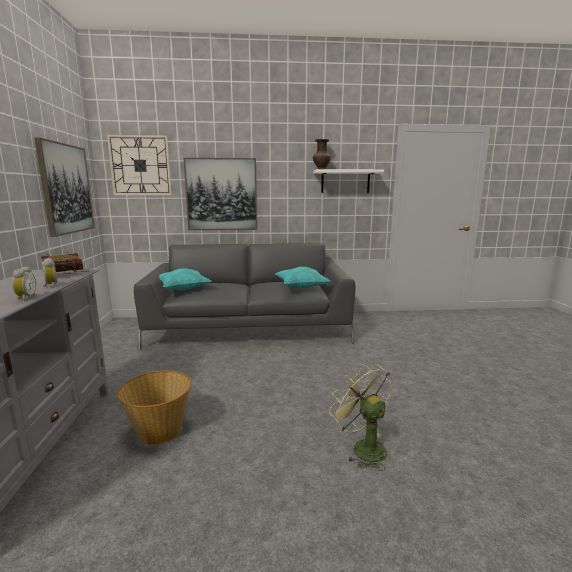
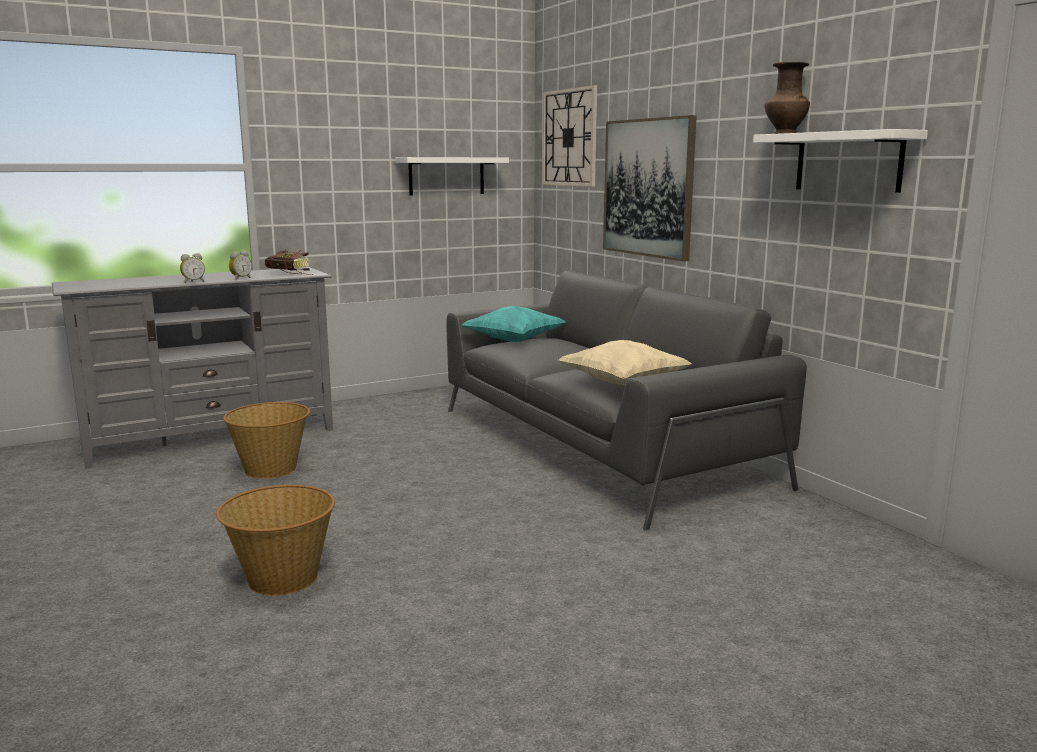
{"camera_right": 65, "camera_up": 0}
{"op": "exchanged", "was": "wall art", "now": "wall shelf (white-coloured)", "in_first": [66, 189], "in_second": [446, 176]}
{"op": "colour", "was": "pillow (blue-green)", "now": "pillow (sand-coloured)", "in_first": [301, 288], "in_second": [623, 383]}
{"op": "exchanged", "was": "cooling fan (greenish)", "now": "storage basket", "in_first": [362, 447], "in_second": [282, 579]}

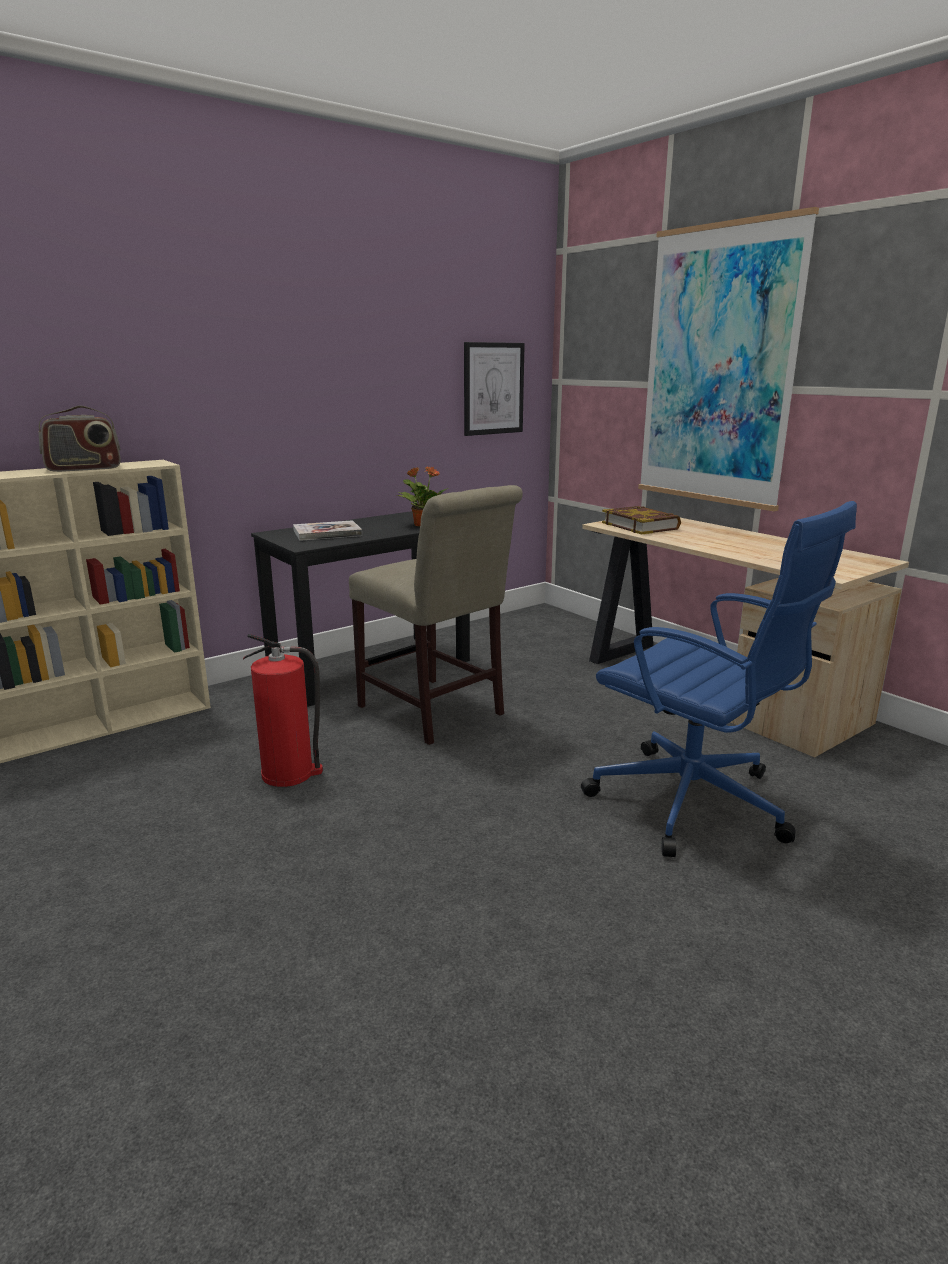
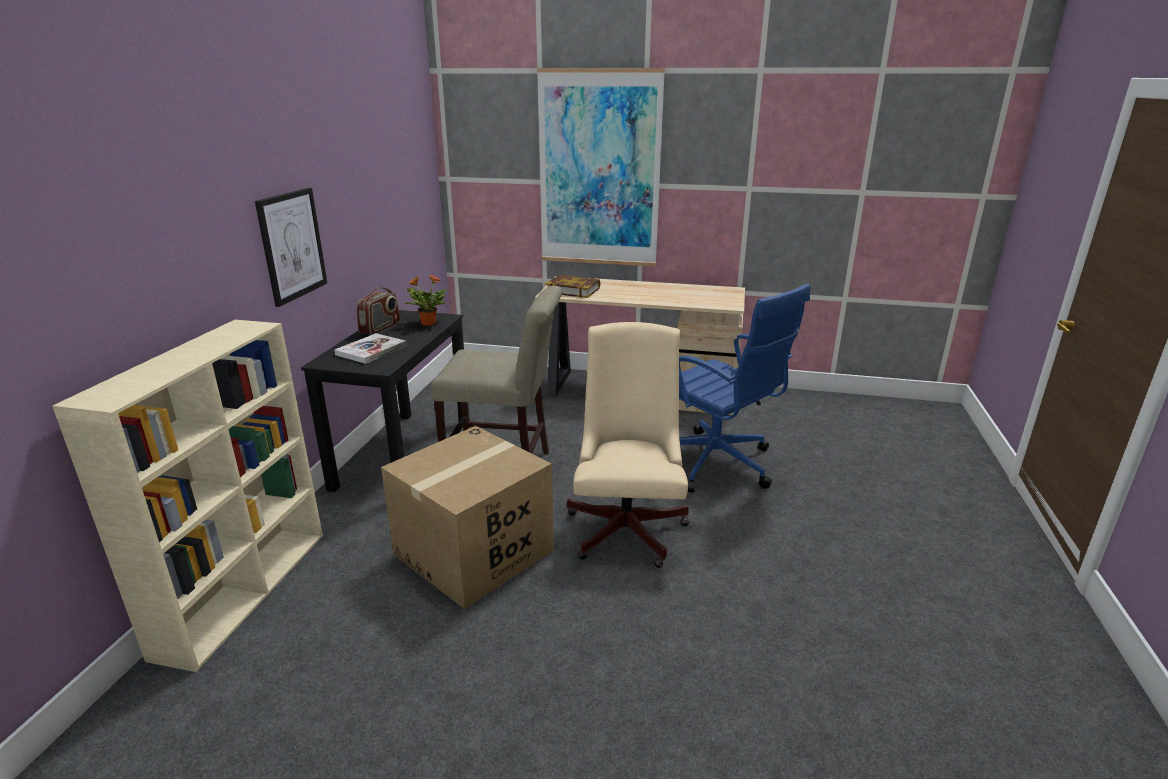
{"camera_right": -40, "camera_up": 5}
{"op": "relocated", "was": "radio", "in_first": [84, 469], "in_second": [380, 328]}
{"op": "exchanged", "was": "extinguisher", "now": "cardboard box", "in_first": [289, 773], "in_second": [474, 553]}
{"op": "relocated", "was": "wall art", "in_first": [493, 388], "in_second": [292, 245]}
{"op": "spun", "was": "computer chair (blue)", "in_first": [695, 804], "in_second": [717, 464], "clockwise": 45}
{"op": "appeared", "now": "computer chair (sand-coloured)", "in_second": [628, 525]}

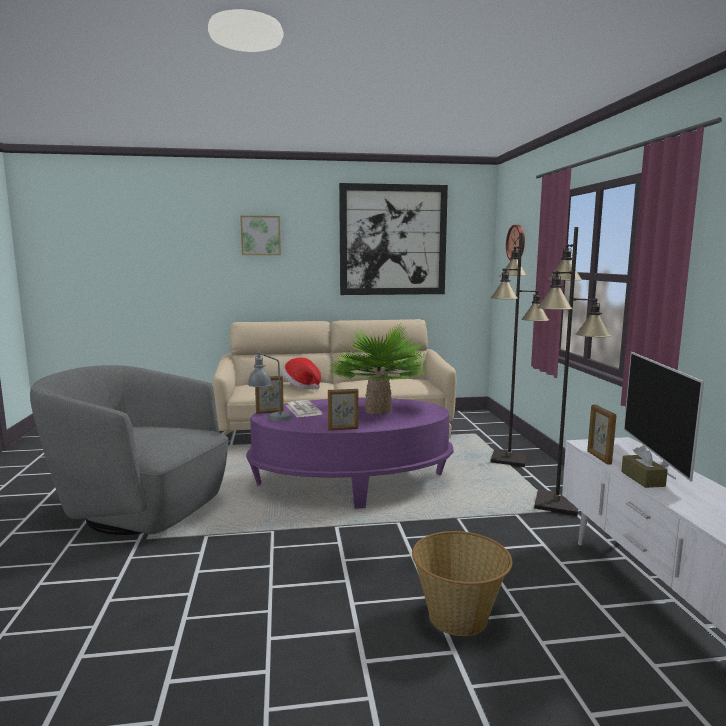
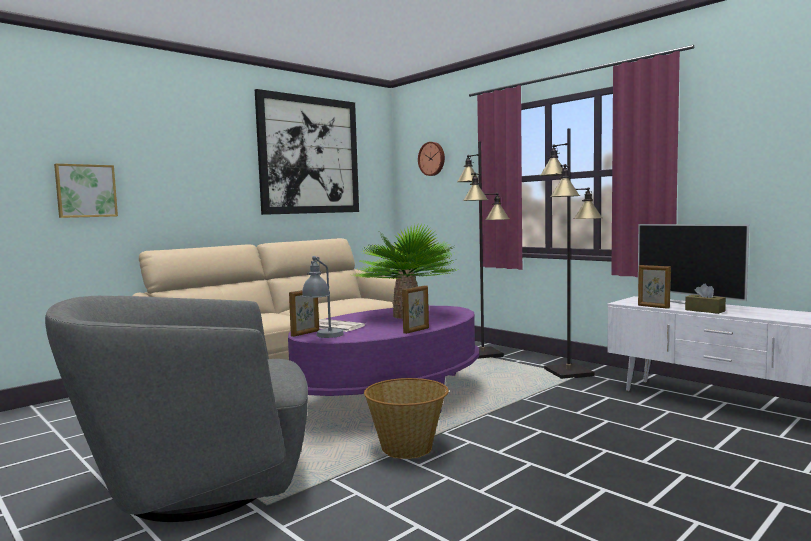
{"camera_right": -35, "camera_up": -5}
{"op": "relocated", "was": "wall art", "in_first": [261, 235], "in_second": [86, 191]}
{"op": "missing", "was": "hat", "in_first": [302, 386]}
{"op": "relocated", "was": "storage basket", "in_first": [459, 617], "in_second": [407, 448]}

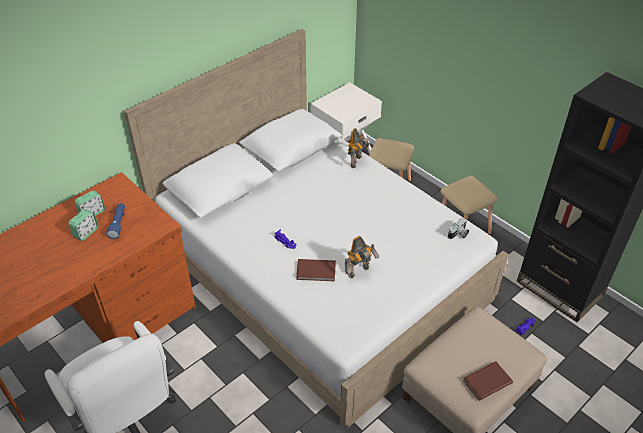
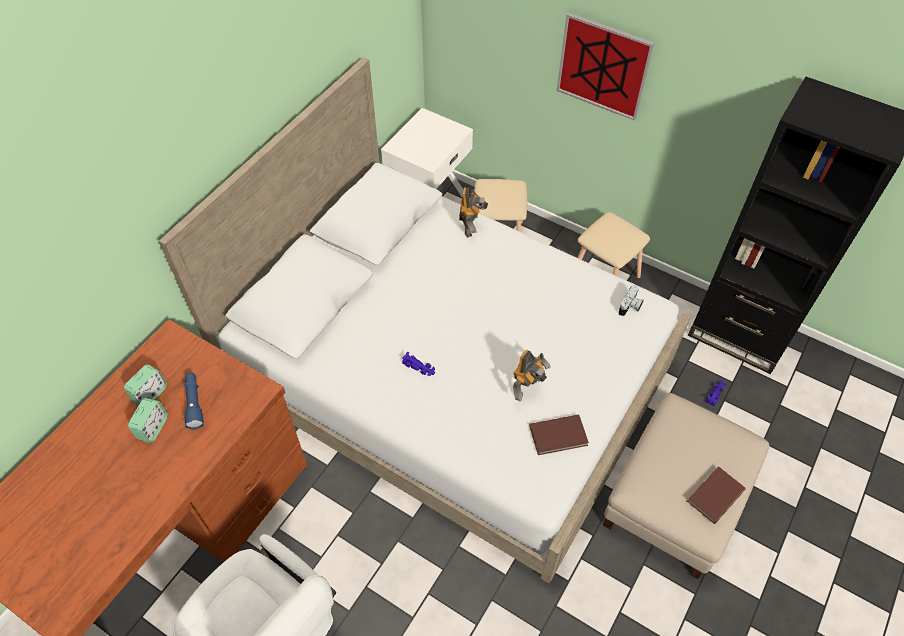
{"camera_right": -15, "camera_up": 10}
{"op": "relocated", "was": "book (brownish)", "in_first": [316, 272], "in_second": [559, 436]}
{"op": "appeared", "now": "wall art", "in_second": [603, 66]}

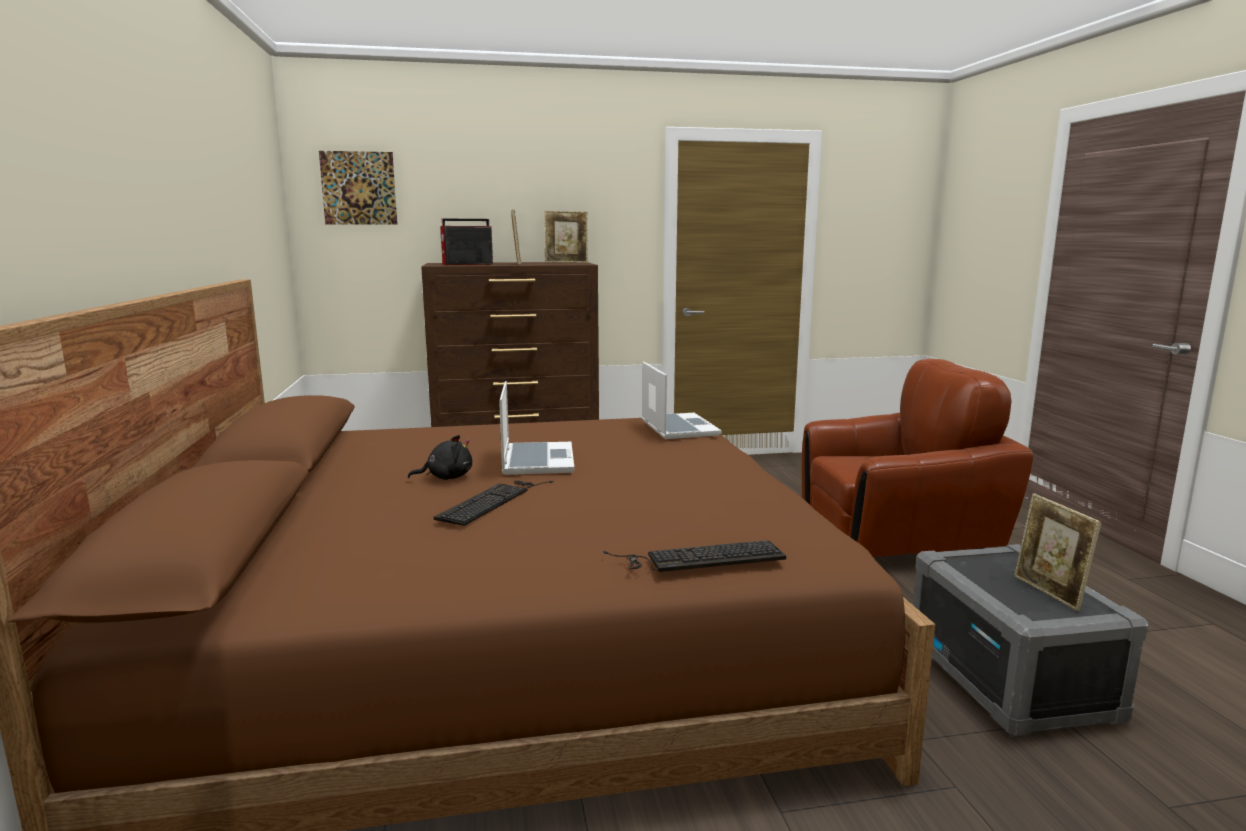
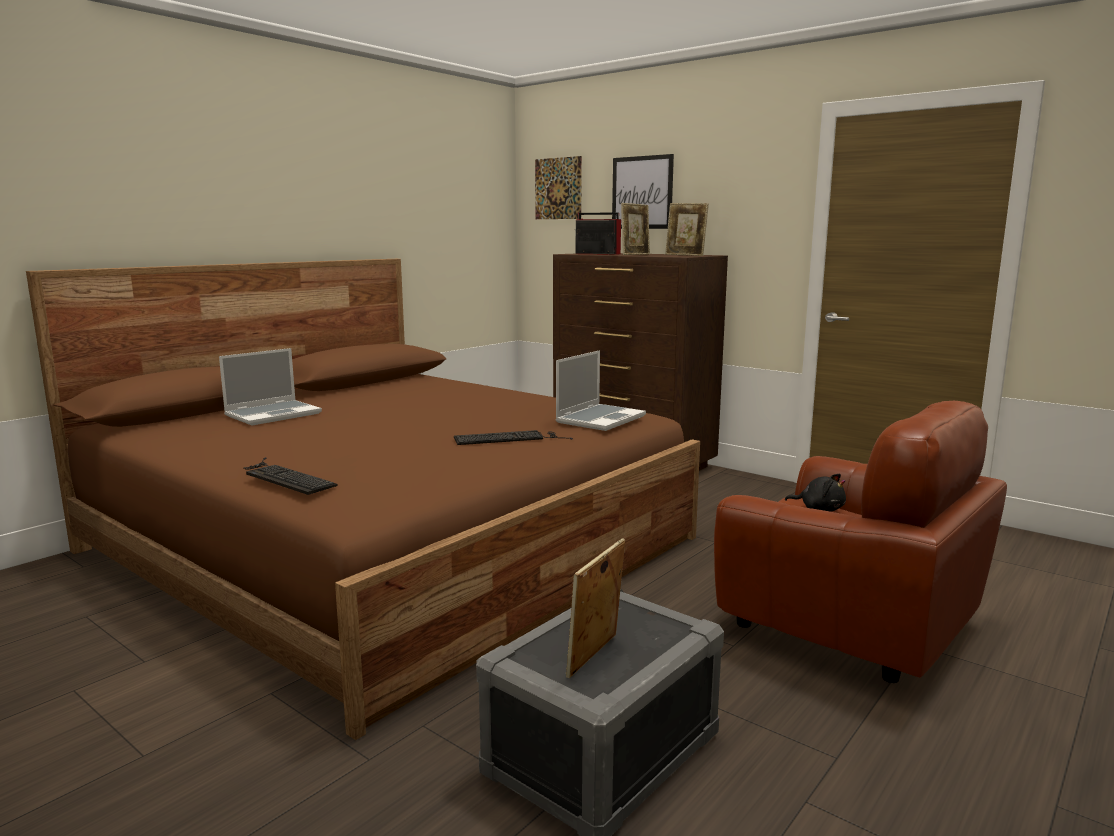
{"camera_right": 50, "camera_up": 0}
{"op": "relocated", "was": "soft toy (black-coloured)", "in_first": [446, 478], "in_second": [819, 509]}
{"op": "relocated", "was": "computer keyboard", "in_first": [493, 500], "in_second": [509, 438]}
{"op": "relocated", "was": "notebook computer", "in_first": [536, 460], "in_second": [274, 414]}
{"op": "appeared", "now": "wall art", "in_second": [642, 192]}

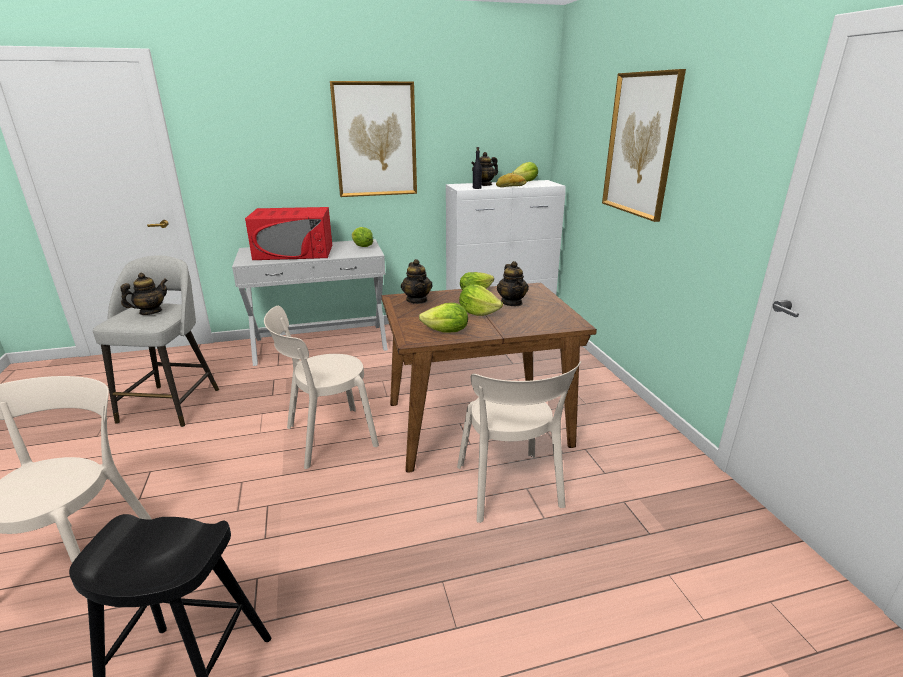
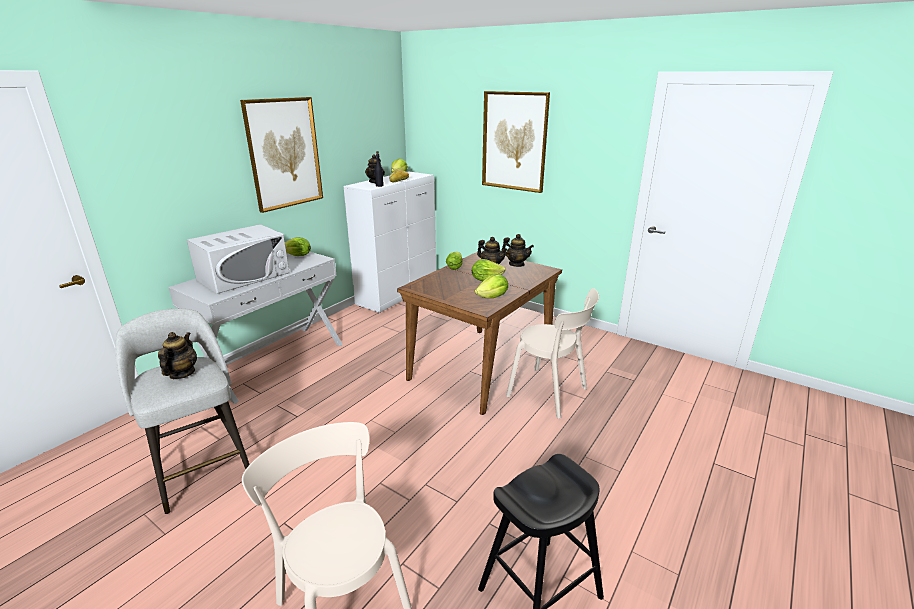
{"camera_right": -40, "camera_up": 0}
{"op": "colour", "was": "microwave (reddish)", "now": "microwave (white-coloured)", "in_first": [294, 252], "in_second": [244, 276]}
{"op": "missing", "was": "chair (sand-coloured)", "in_first": [326, 438]}
{"op": "relocated", "was": "teapot", "in_first": [417, 300], "in_second": [516, 264]}

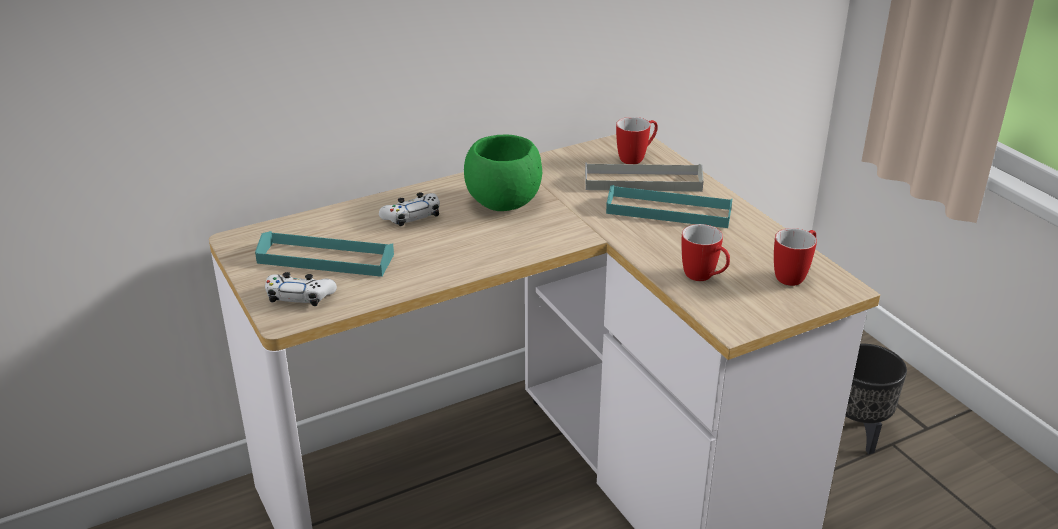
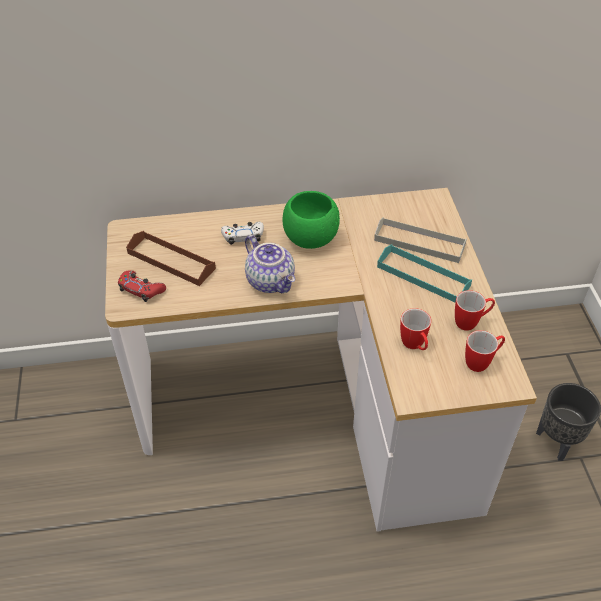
{"camera_right": 20, "camera_up": 15}
{"op": "colour", "was": "serving tray (blue-green)", "now": "serving tray (brownish)", "in_first": [325, 259], "in_second": [171, 261]}
{"op": "colour", "was": "joypad (white-coloured)", "now": "joypad (reddish)", "in_first": [300, 296], "in_second": [141, 289]}
{"op": "relocated", "was": "tea mug", "in_first": [636, 158], "in_second": [471, 322]}
{"op": "appeared", "now": "teapot", "in_second": [271, 281]}

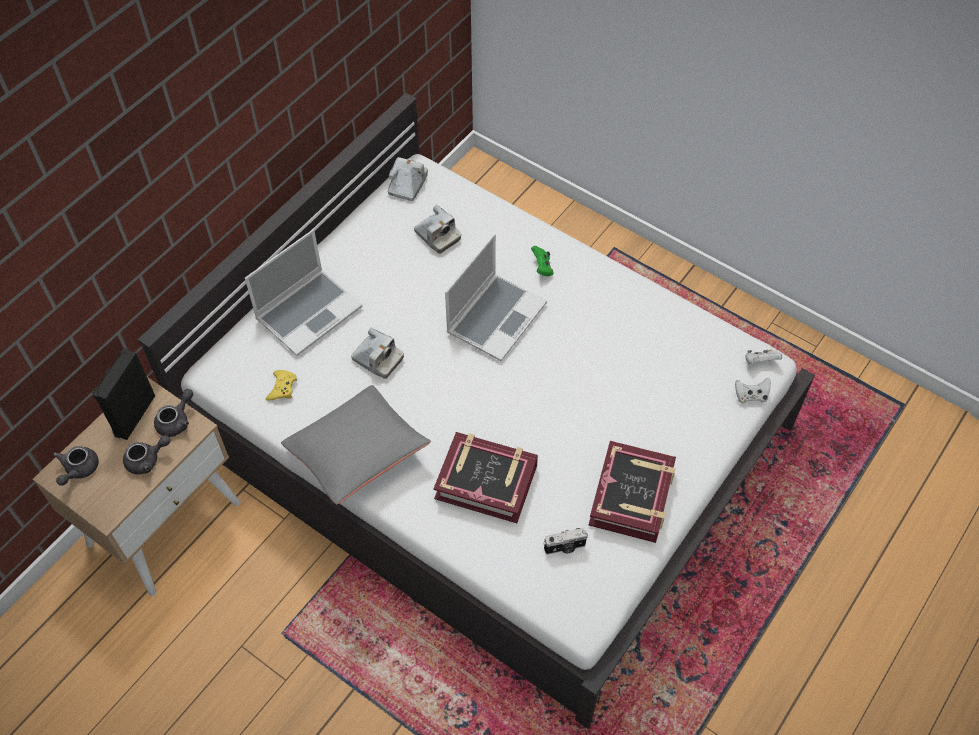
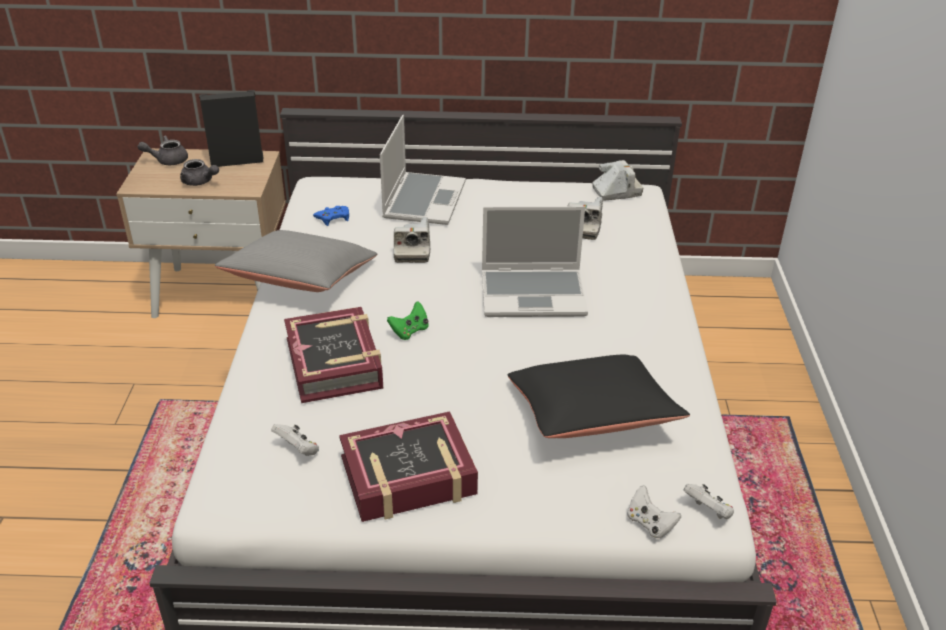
{"camera_right": 55, "camera_up": -20}
{"op": "missing", "was": "teapot (grey)", "in_first": [177, 421]}
{"op": "spun", "was": "notebook computer", "in_first": [309, 312], "in_second": [423, 200], "clockwise": -90}
{"op": "colour", "was": "joypad (yellow-coloured)", "now": "joypad (blue)", "in_first": [282, 388], "in_second": [333, 218]}
{"op": "relocated", "was": "joypad (greenish)", "in_first": [542, 268], "in_second": [410, 331]}
{"op": "exchanged", "was": "photo camera", "now": "joypad (white-coloured)", "in_first": [565, 547], "in_second": [298, 450]}
{"op": "appeared", "now": "pillow (black-coloured)", "in_second": [591, 416]}

